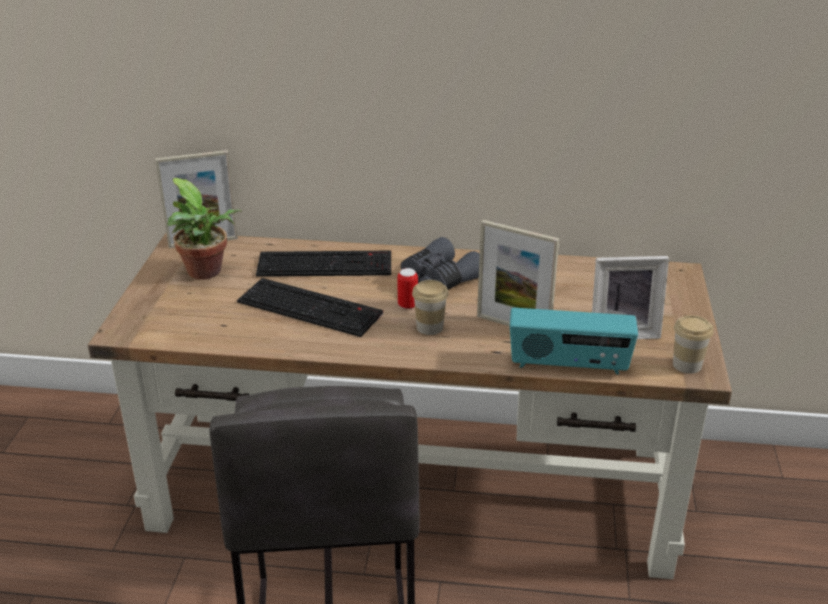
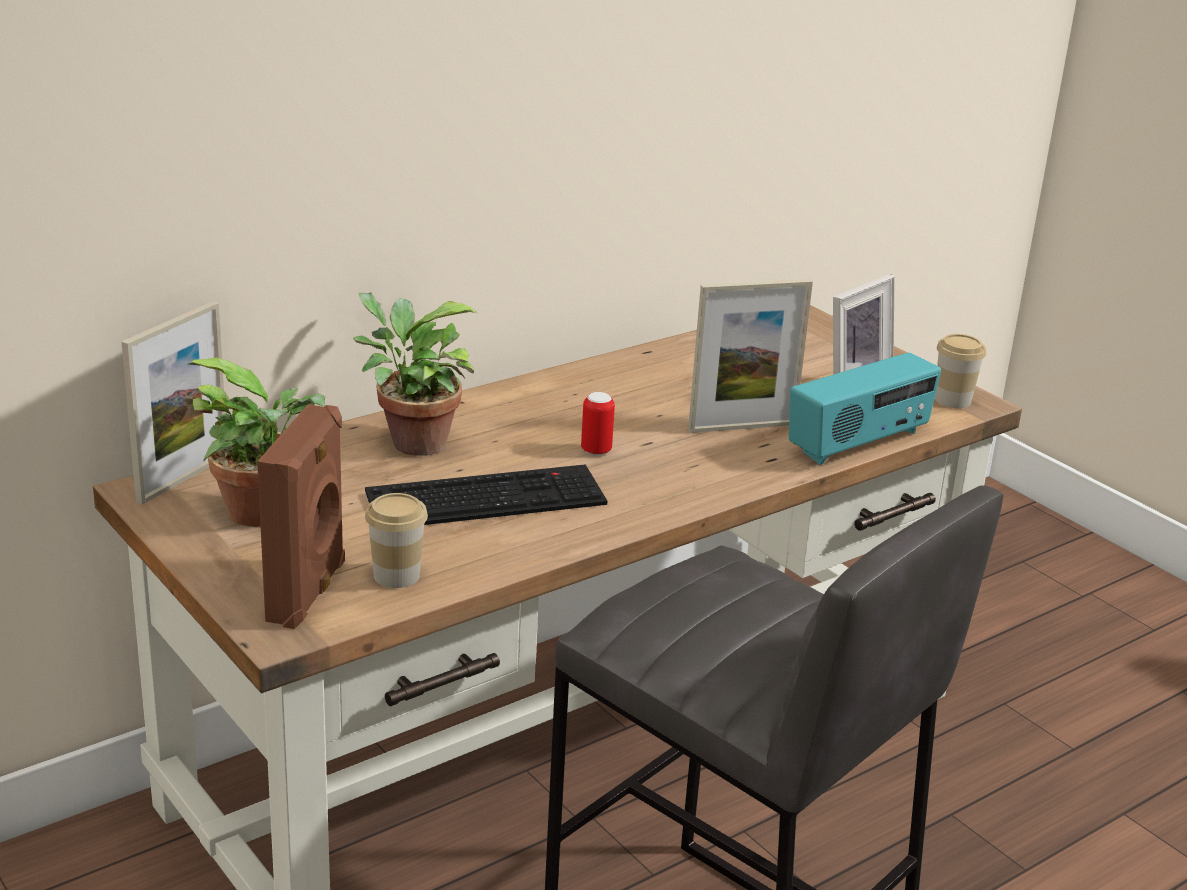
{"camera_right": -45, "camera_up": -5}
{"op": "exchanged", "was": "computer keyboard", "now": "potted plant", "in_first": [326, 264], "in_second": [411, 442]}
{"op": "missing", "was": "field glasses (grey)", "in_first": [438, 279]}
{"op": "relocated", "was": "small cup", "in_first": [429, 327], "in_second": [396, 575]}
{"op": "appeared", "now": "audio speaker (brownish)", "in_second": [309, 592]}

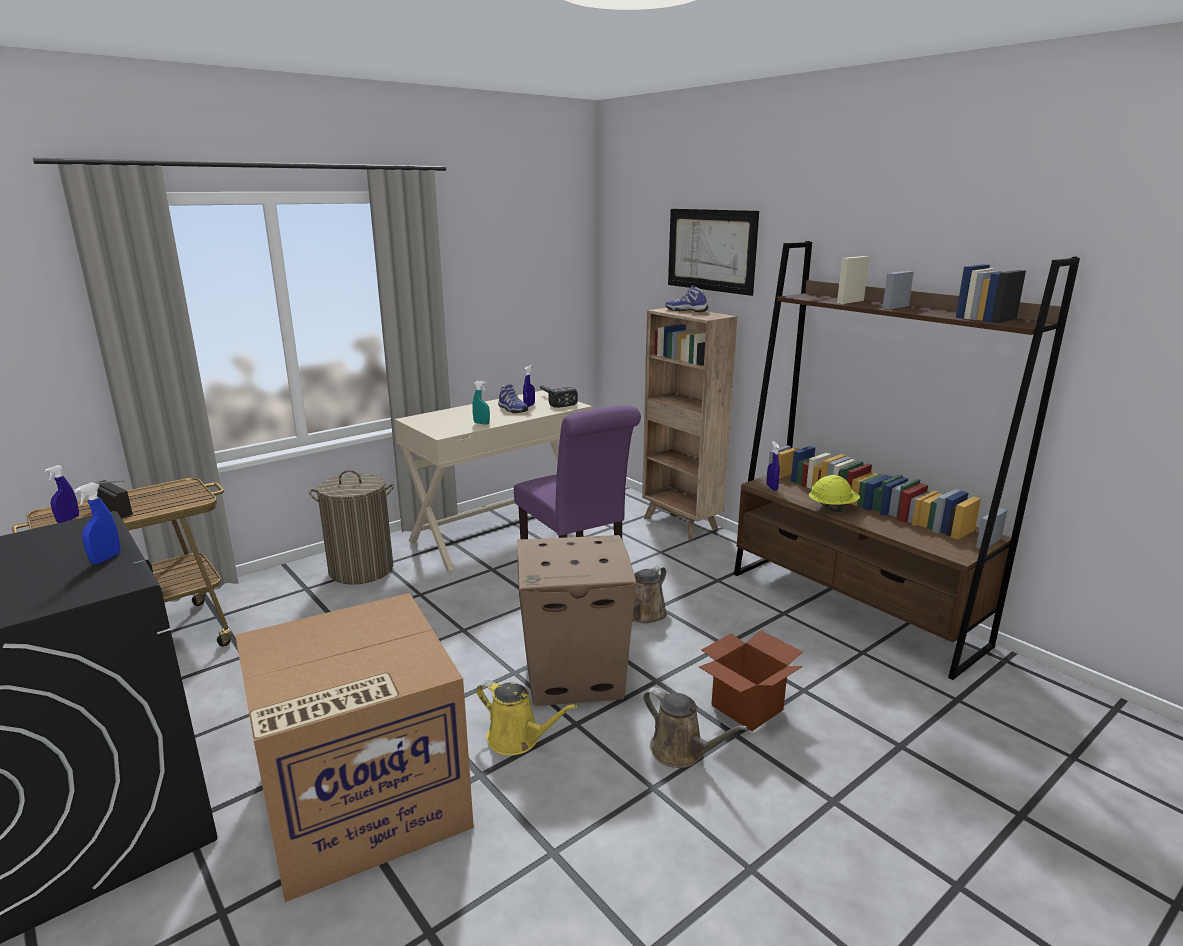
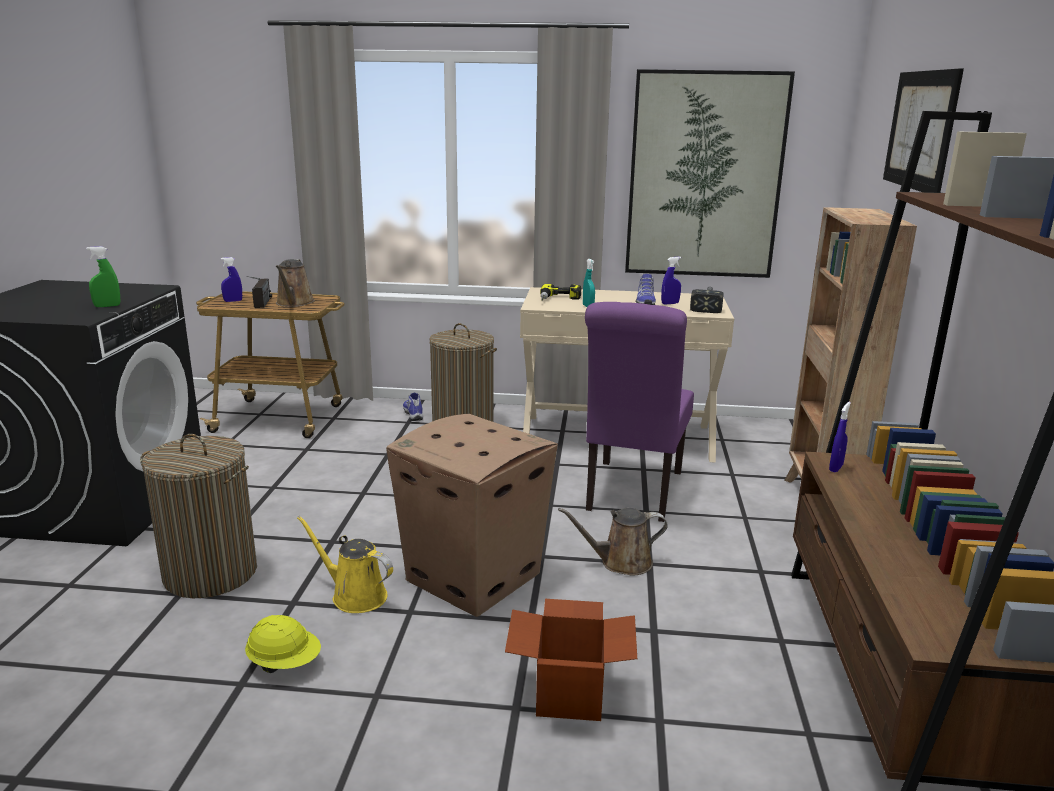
{"camera_right": 45, "camera_up": 0}
{"op": "colour", "was": "hand sprayer (blue)", "now": "hand sprayer (greenish)", "in_first": [106, 559], "in_second": [107, 306]}
{"op": "exchanged", "was": "cardboard box", "now": "hamper", "in_first": [361, 803], "in_second": [210, 573]}
{"op": "spun", "was": "sprinkling can (yellow-coloured)", "in_first": [518, 739], "in_second": [354, 595], "clockwise": 135}
{"op": "relocated", "was": "sprinkling can (brownish)", "in_first": [681, 752], "in_second": [294, 303]}
{"op": "relocated", "was": "low shoe", "in_first": [686, 311], "in_second": [414, 414]}
{"op": "relocated", "was": "hard hat (yellow-coloured)", "in_first": [832, 508], "in_second": [285, 663]}
{"op": "appeared", "now": "drill", "in_second": [559, 299]}
{"op": "appeared", "now": "wall art", "in_second": [705, 176]}

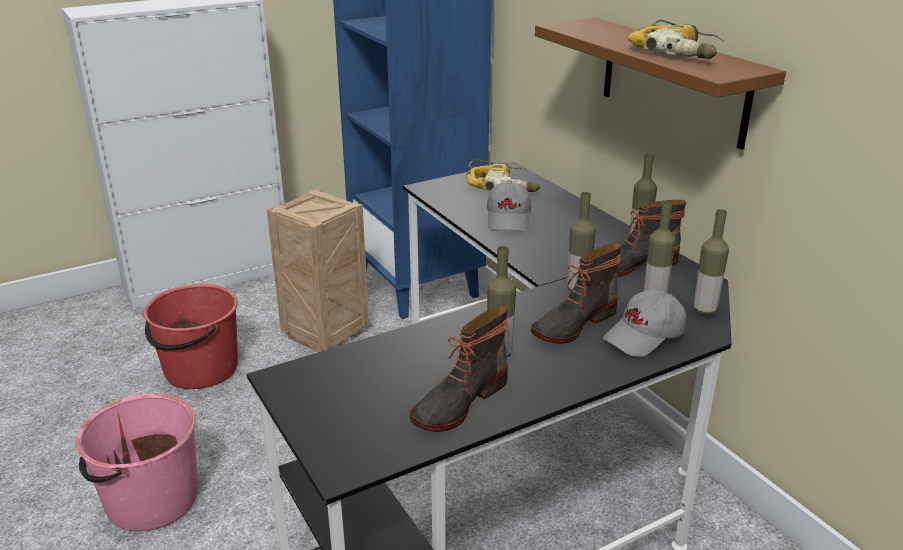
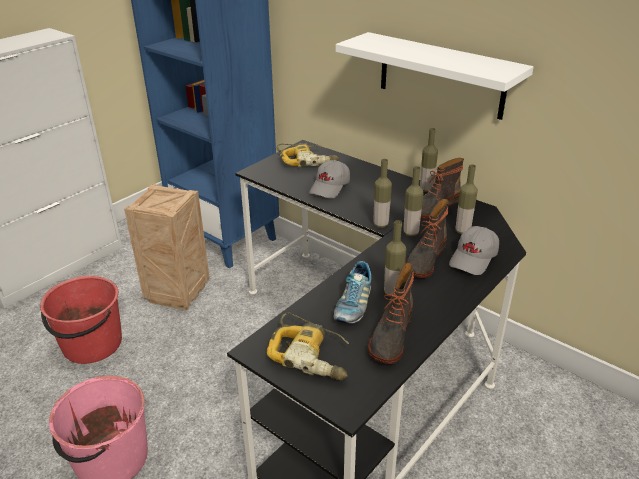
{"camera_right": -20, "camera_up": 5}
{"op": "spun", "was": "baseball cap (grey)", "in_first": [509, 219], "in_second": [330, 187], "clockwise": 45}
{"op": "colour", "was": "wall shelf (brownish)", "now": "wall shelf (white-coloured)", "in_first": [673, 81], "in_second": [441, 75]}
{"op": "relocated", "was": "drill", "in_first": [678, 52], "in_second": [311, 354]}
{"op": "relocated", "was": "bottle", "in_first": [704, 310], "in_second": [380, 224]}
{"op": "appeared", "now": "low shoe", "in_second": [353, 305]}

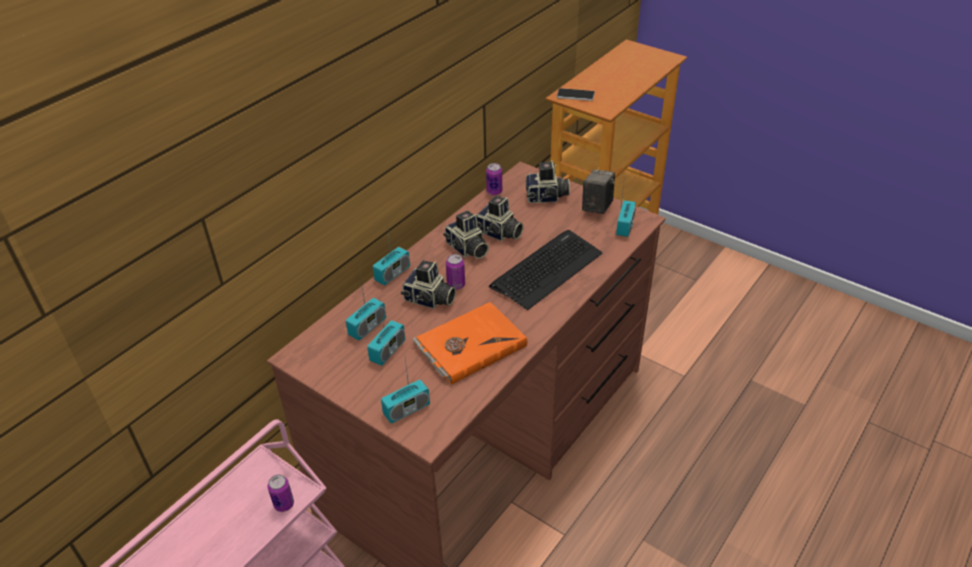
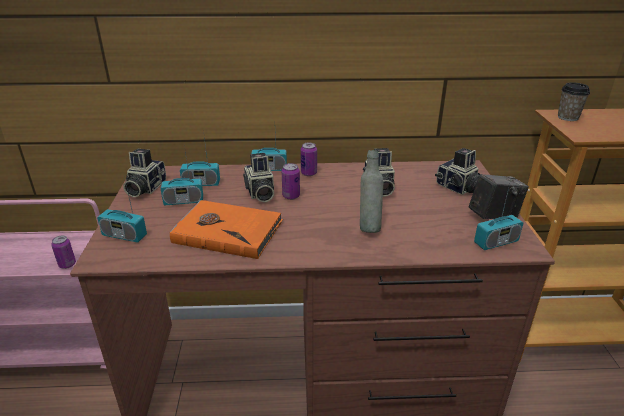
{"camera_right": 50, "camera_up": -10}
{"op": "relocated", "was": "photo camera", "in_first": [467, 249], "in_second": [144, 188]}
{"op": "relocated", "was": "sealed can", "in_first": [494, 192], "in_second": [309, 173]}
{"op": "exchanged", "was": "computer keyboard", "now": "bottle (grey)", "in_first": [546, 269], "in_second": [369, 227]}
{"op": "exchanged", "was": "phone", "now": "small cup", "in_first": [575, 95], "in_second": [568, 117]}

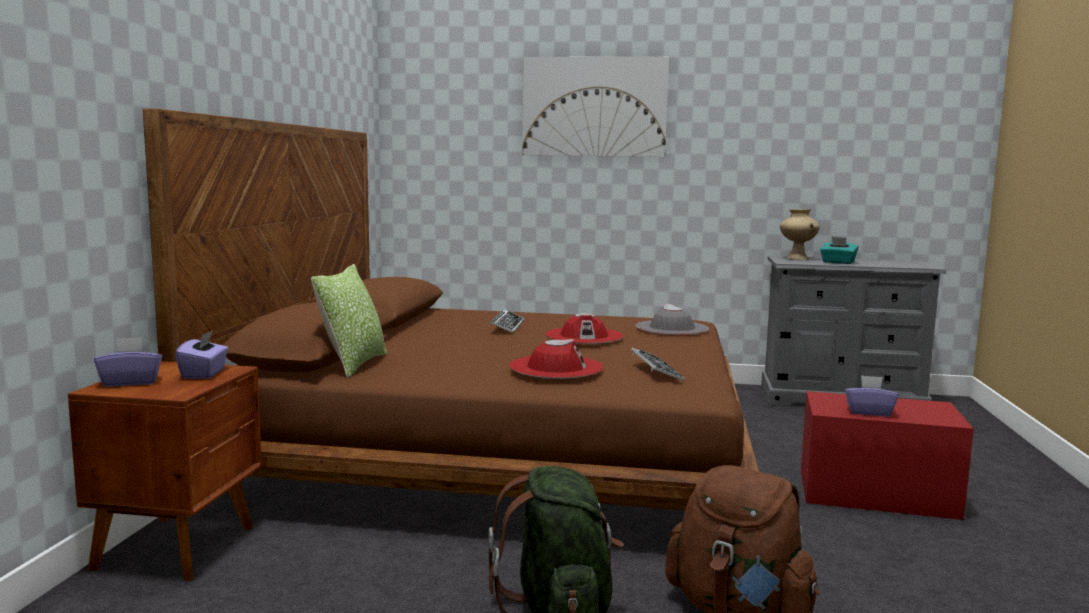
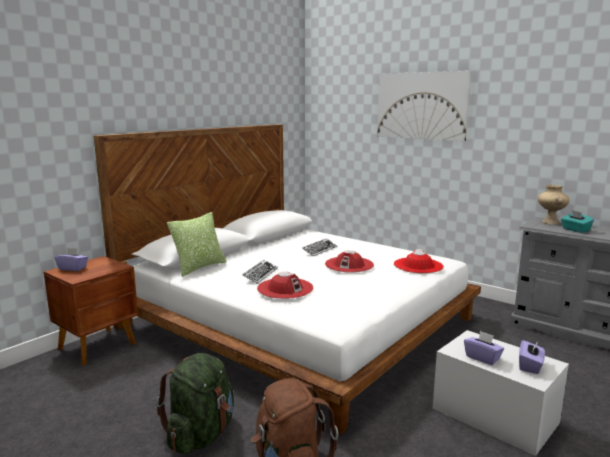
{"camera_right": 30, "camera_up": 5}
{"op": "colour", "was": "bedroom bed (brownish)", "now": "bedroom bed (white-coloured)", "in_first": [502, 447], "in_second": [299, 322]}
{"op": "relocated", "was": "tissue box (purple)", "in_first": [204, 374], "in_second": [530, 366]}
{"op": "relocated", "was": "computer keyboard", "in_first": [655, 370], "in_second": [260, 274]}
{"op": "colour", "was": "hat (grey)", "now": "hat (reddish)", "in_first": [672, 328], "in_second": [418, 265]}
{"op": "colour", "was": "storage box (reddish)", "now": "storage box (white-coloured)", "in_first": [875, 493], "in_second": [494, 415]}

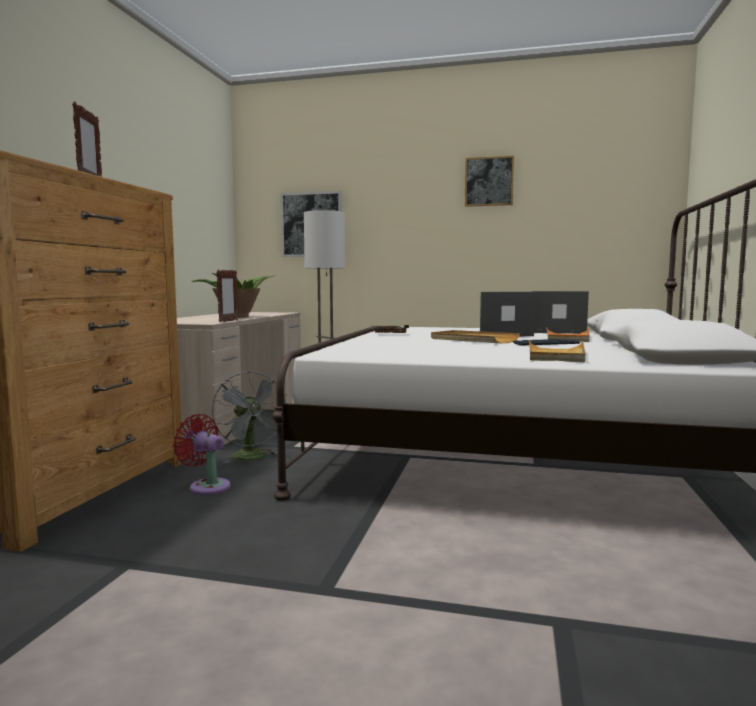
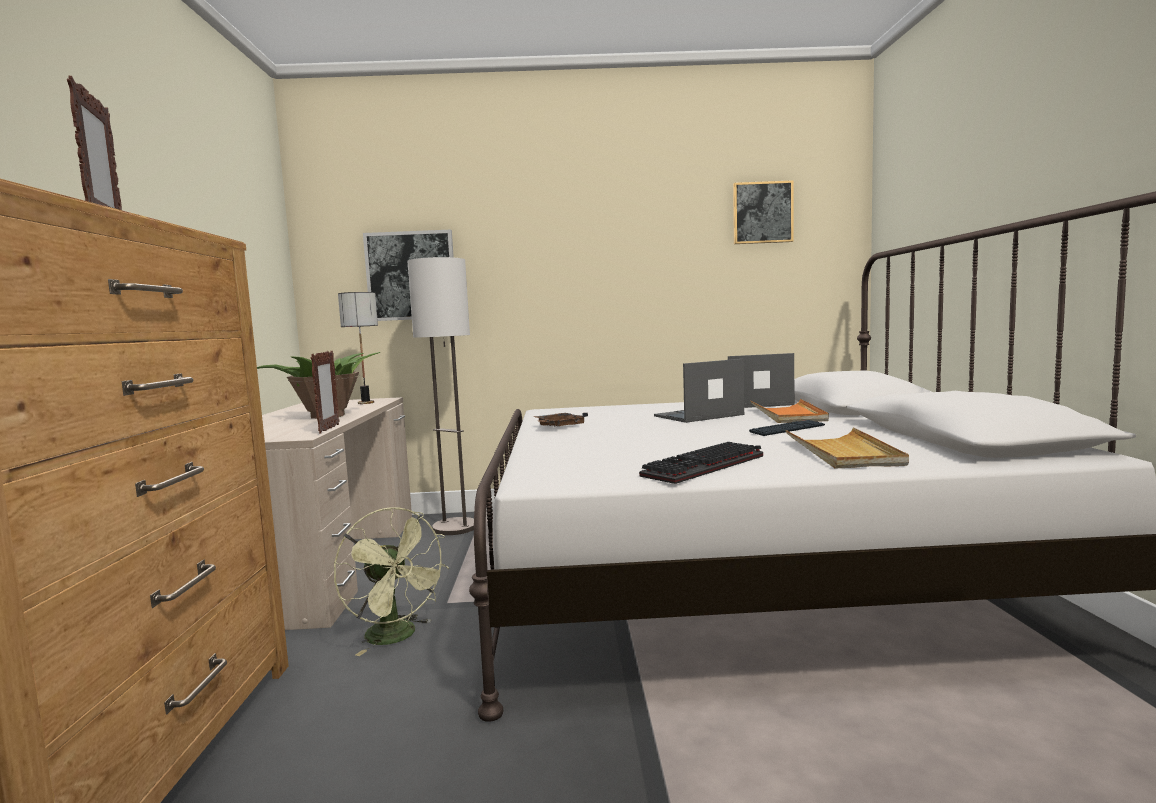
{"camera_right": -15, "camera_up": 0}
{"op": "missing", "was": "cooling fan (reddish)", "in_first": [207, 486]}
{"op": "colour", "was": "cooling fan (grey)", "now": "cooling fan (greenish)", "in_first": [252, 458], "in_second": [398, 637]}
{"op": "missing", "was": "serving tray (sand-coloured)", "in_first": [473, 340]}
{"op": "relocated", "was": "wall art", "in_first": [489, 181], "in_second": [762, 213]}
{"op": "appeared", "now": "lamp for a table", "in_second": [366, 403]}
{"op": "appeared", "now": "computer keyboard", "in_second": [705, 467]}

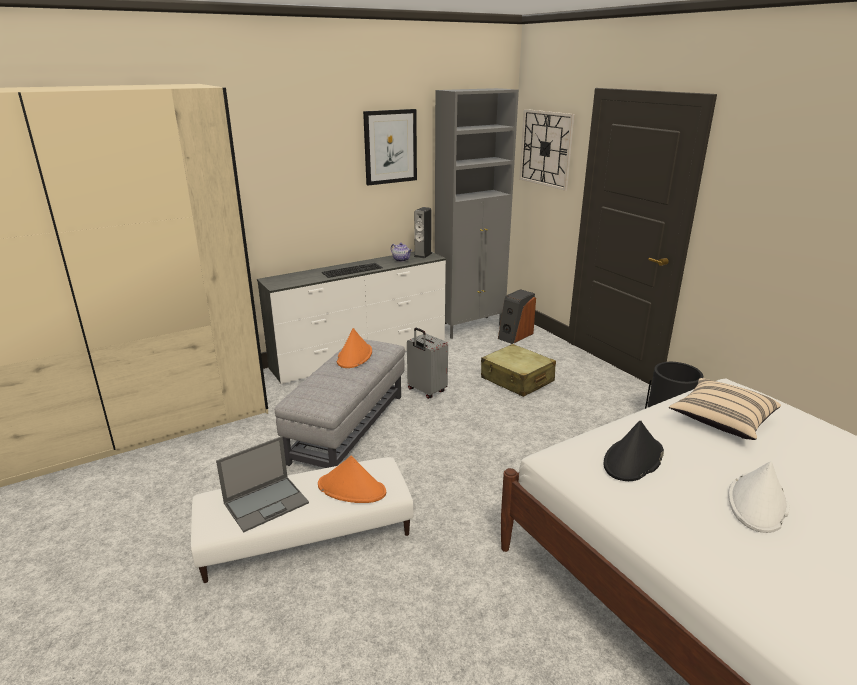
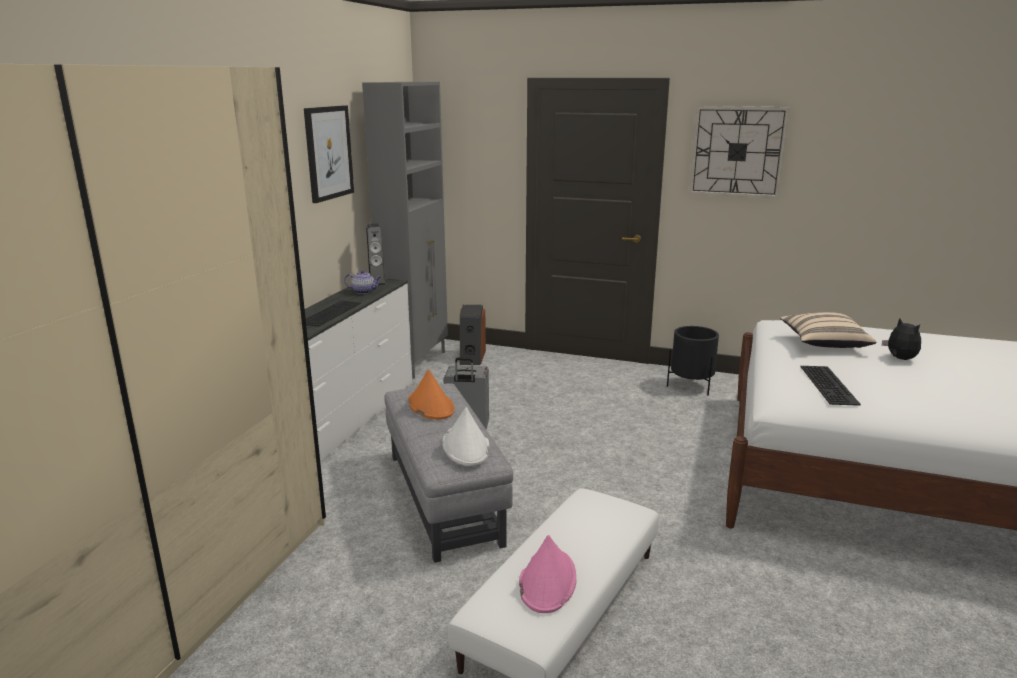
{"camera_right": -40, "camera_up": -5}
{"op": "exchanged", "was": "notebook computer", "now": "hat (pink)", "in_first": [267, 503], "in_second": [547, 581]}
{"op": "missing", "was": "hat (orangey)", "in_first": [352, 489]}
{"op": "missing", "was": "travel case (sand-coloured)", "in_first": [517, 380]}
{"op": "relocated", "was": "wall clock", "in_first": [546, 148], "in_second": [737, 151]}
{"op": "exchanged", "was": "hat (black-coloured)", "now": "computer keyboard", "in_first": [633, 459], "in_second": [830, 385]}
{"op": "relocated", "was": "hat (white-coloured)", "in_first": [757, 503], "in_second": [466, 446]}
{"op": "appeared", "now": "soft toy", "in_second": [899, 359]}

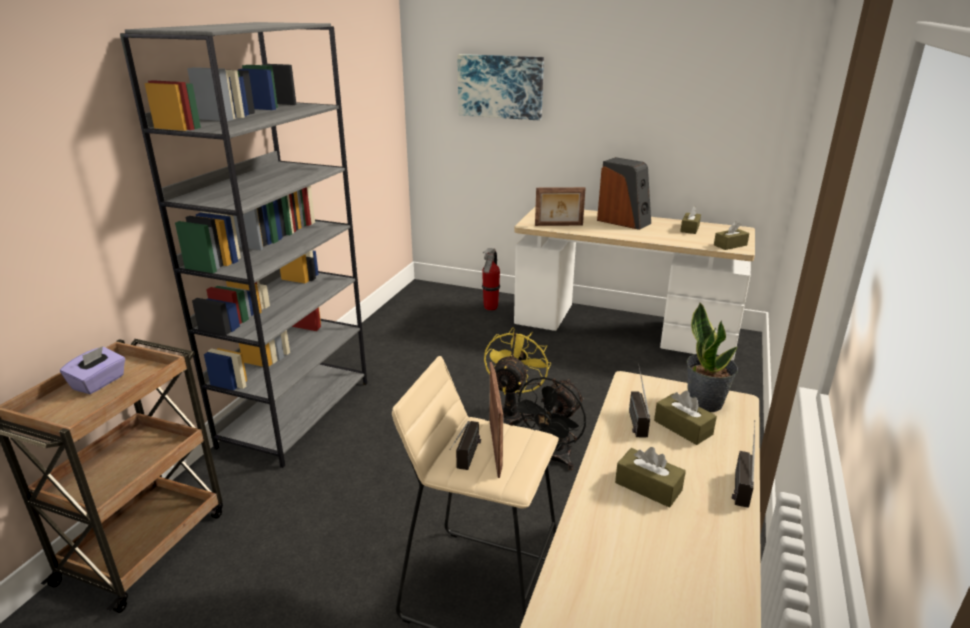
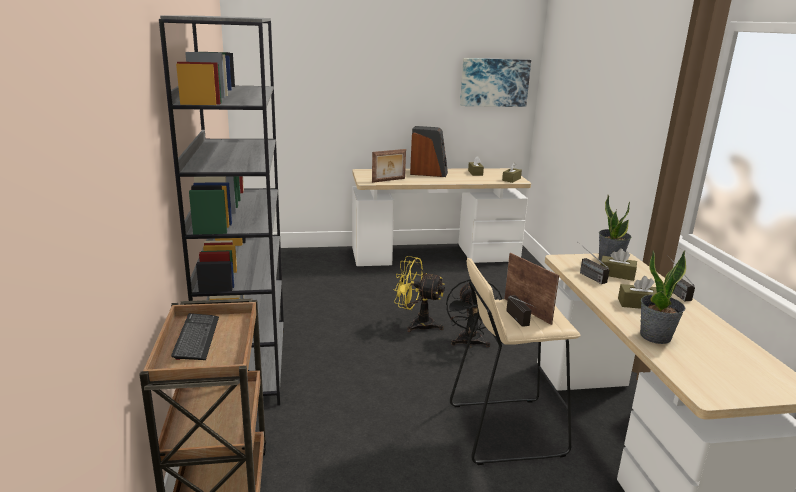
{"camera_right": -30, "camera_up": -5}
{"op": "exchanged", "was": "tissue box (purple)", "now": "computer keyboard", "in_first": [99, 383], "in_second": [196, 338]}
{"op": "relocated", "was": "wall art", "in_first": [500, 86], "in_second": [494, 82]}
{"op": "missing", "was": "extinguisher", "in_first": [490, 308]}
{"op": "spun", "was": "cooling fan (yellow-coloured)", "in_first": [512, 414], "in_second": [416, 324], "clockwise": -60}
{"op": "appeared", "now": "potted plant", "in_second": [655, 336]}

